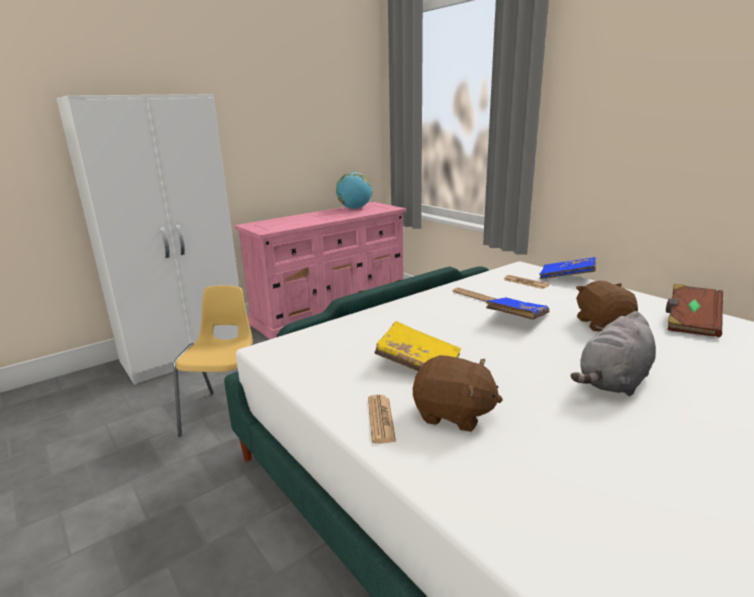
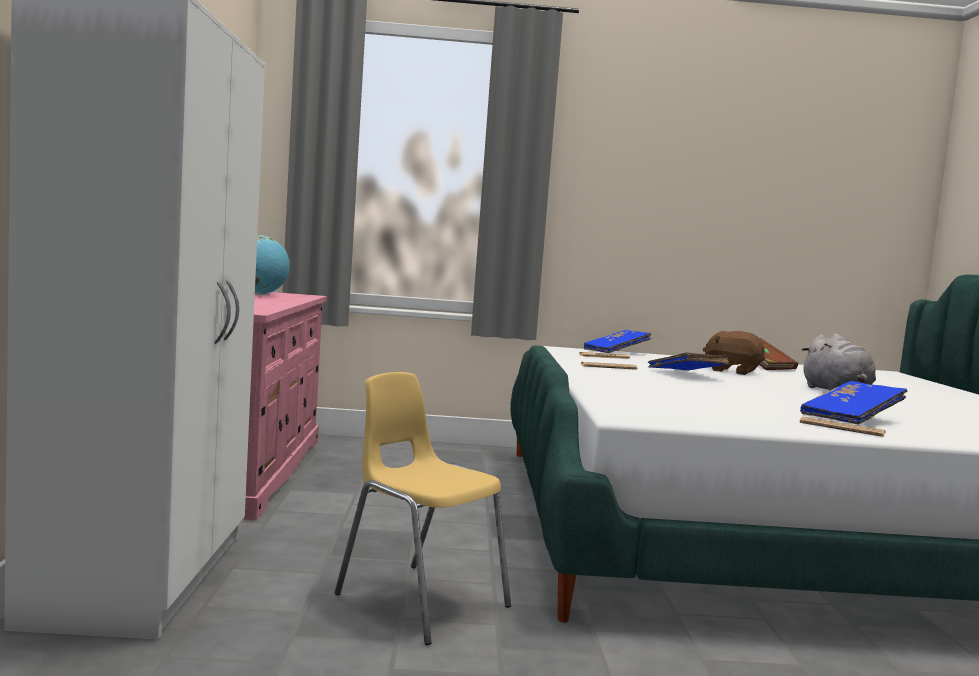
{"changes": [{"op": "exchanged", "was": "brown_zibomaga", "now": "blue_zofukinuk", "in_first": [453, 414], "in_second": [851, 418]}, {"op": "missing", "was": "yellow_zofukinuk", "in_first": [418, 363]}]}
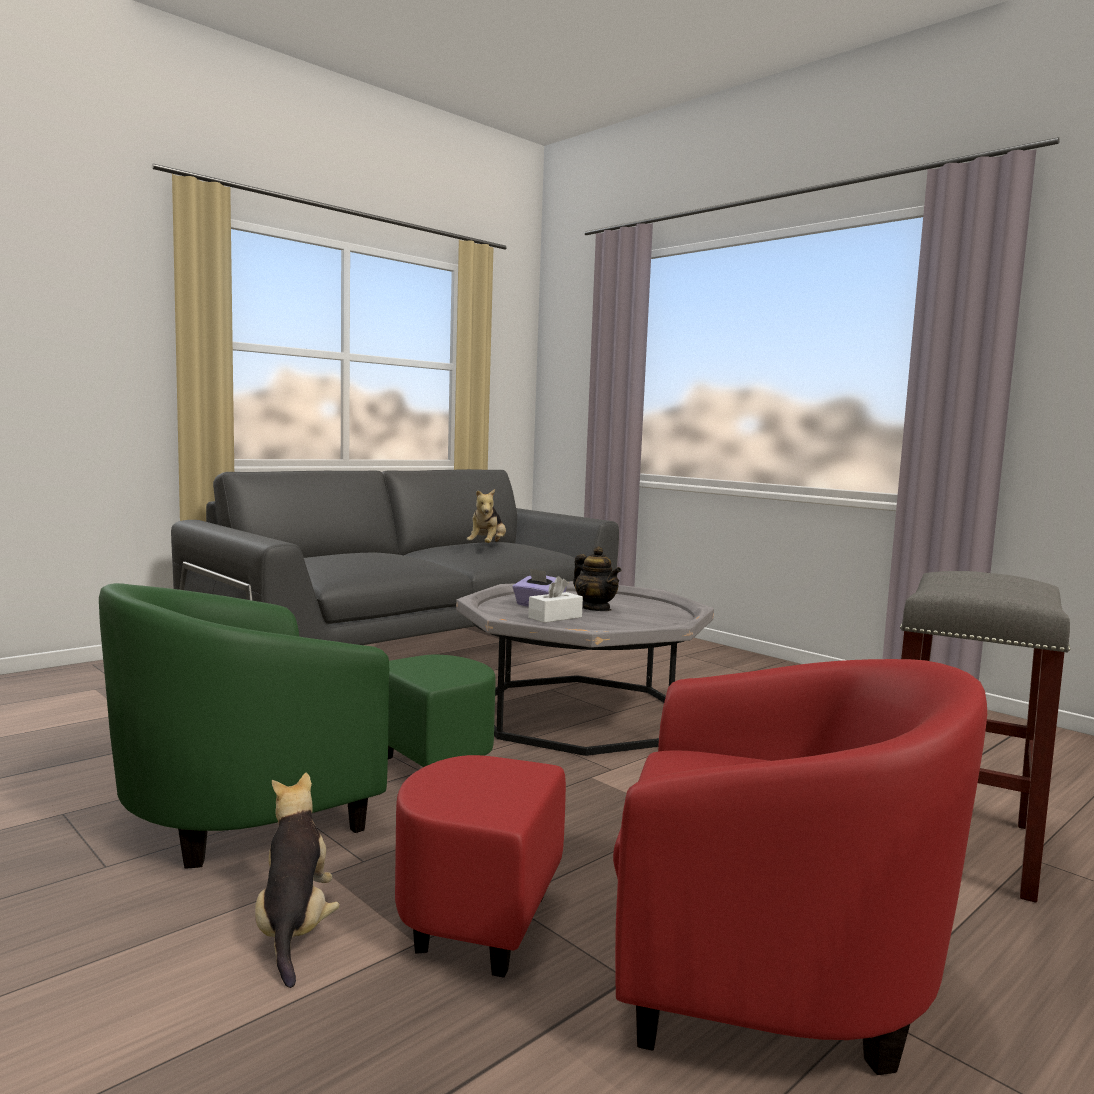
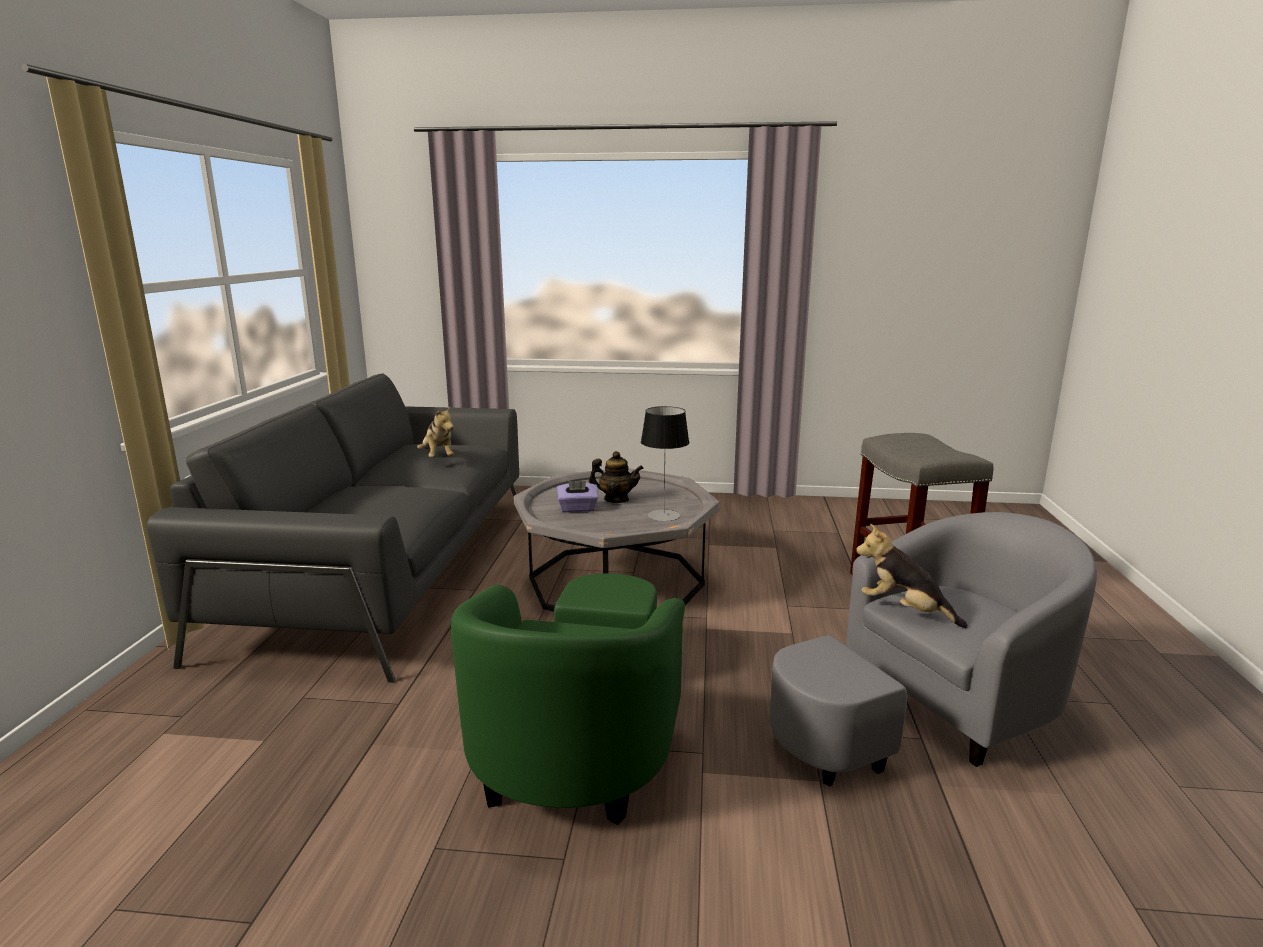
{"changes": [{"op": "appeared", "now": "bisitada", "in_second": [664, 515]}, {"op": "colour", "was": "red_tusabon", "now": "grey_tusabon", "in_first": [693, 965], "in_second": [929, 715]}, {"op": "relocated", "was": "zibomaga", "in_first": [294, 927], "in_second": [904, 611]}, {"op": "missing", "was": "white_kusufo", "in_first": [555, 617]}]}
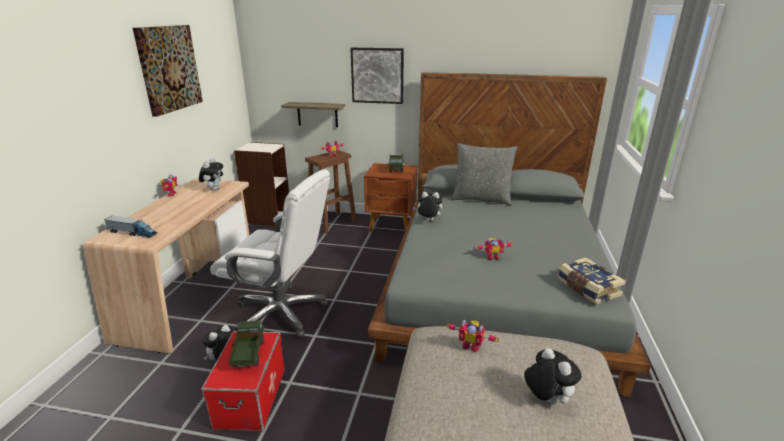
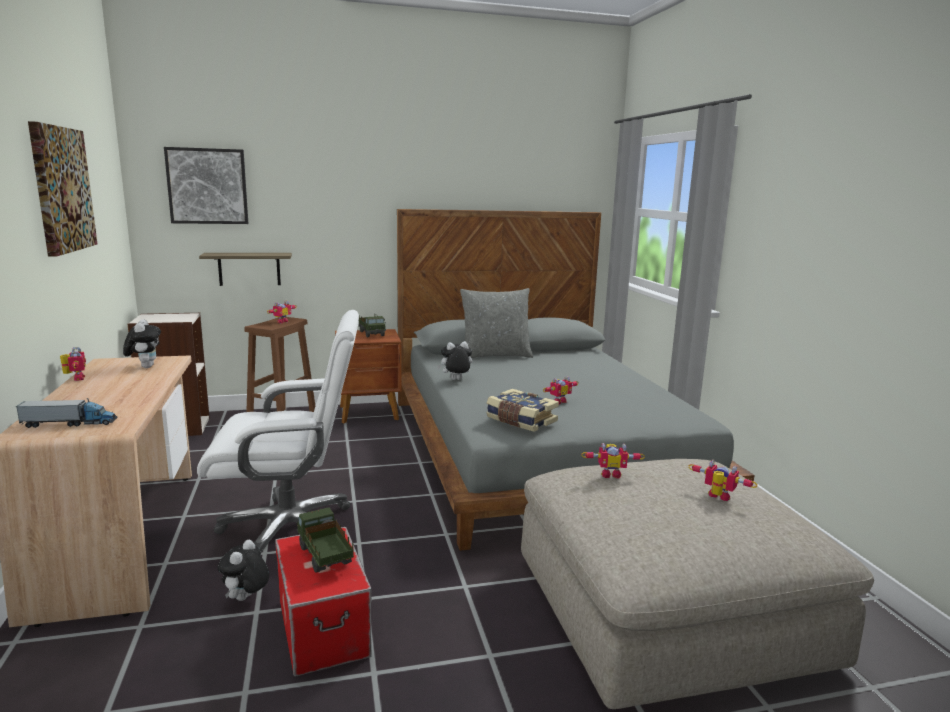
{"changes": [{"op": "relocated", "was": "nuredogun", "in_first": [377, 75], "in_second": [207, 186]}, {"op": "relocated", "was": "zofukinuk", "in_first": [587, 288], "in_second": [520, 421]}, {"op": "exchanged", "was": "zibomaga", "now": "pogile", "in_first": [546, 399], "in_second": [717, 498]}]}
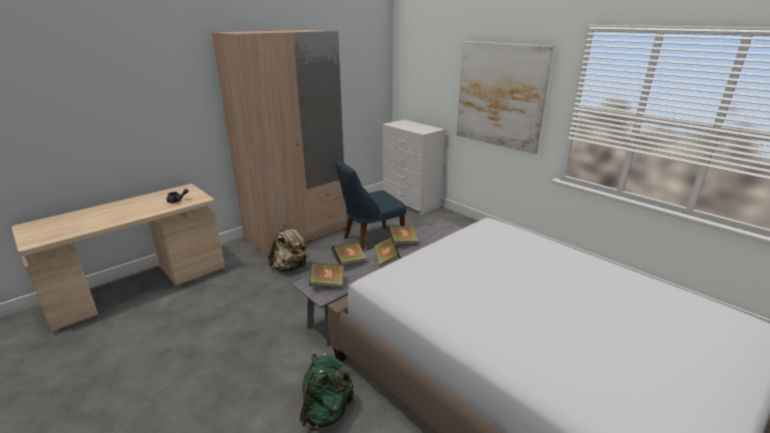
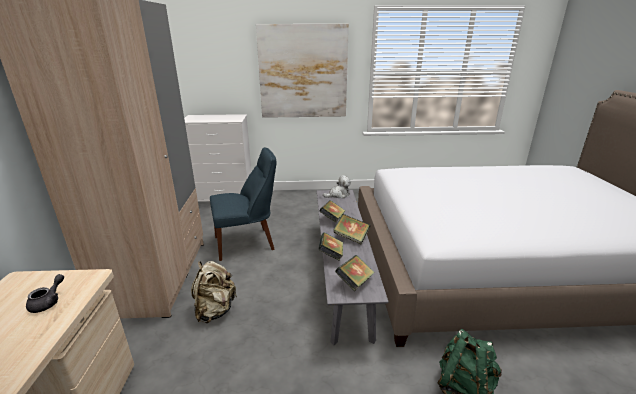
{"changes": [{"op": "spun", "was": "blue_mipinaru", "in_first": [371, 241], "in_second": [247, 243], "clockwise": -120}, {"op": "appeared", "now": "zibomaga", "in_second": [338, 195]}]}
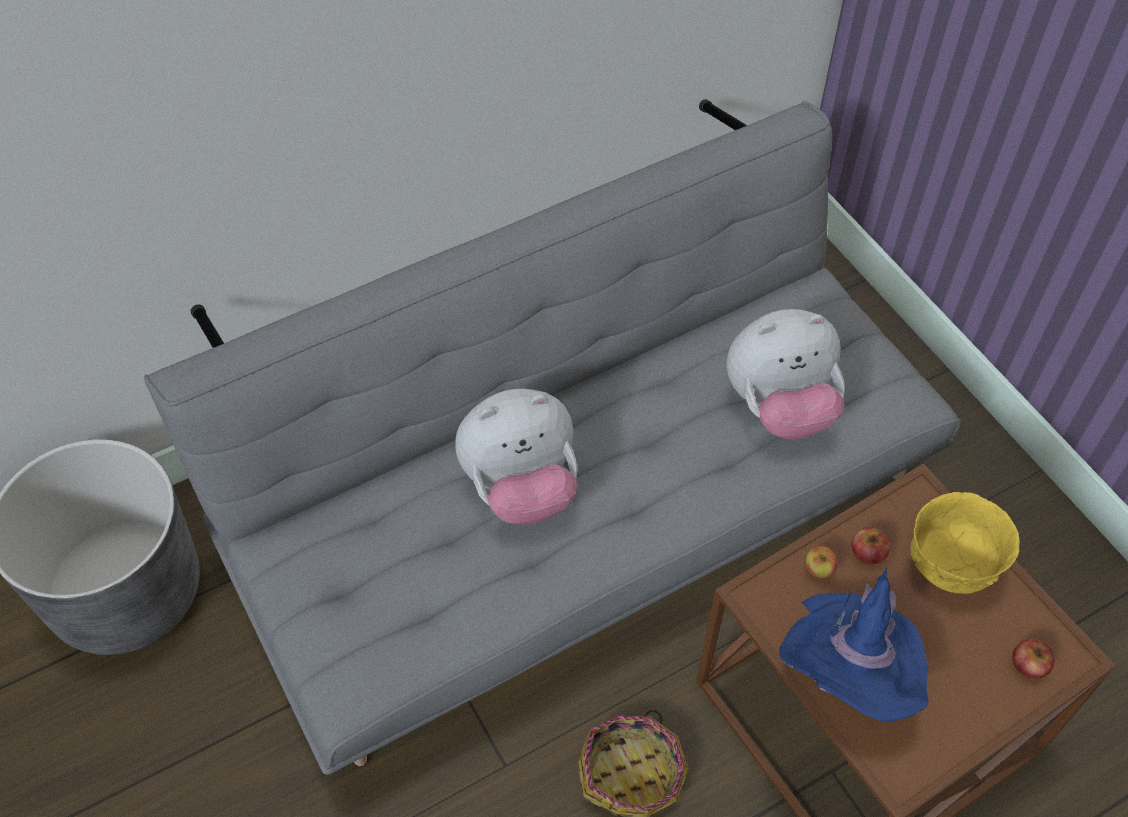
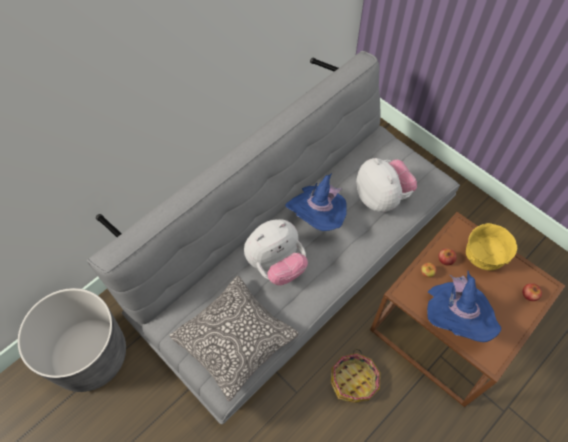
{"changes": [{"op": "appeared", "now": "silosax", "in_second": [235, 339]}, {"op": "appeared", "now": "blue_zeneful", "in_second": [318, 217]}, {"op": "spun", "was": "zibomaga", "in_first": [780, 407], "in_second": [382, 197], "clockwise": -90}]}
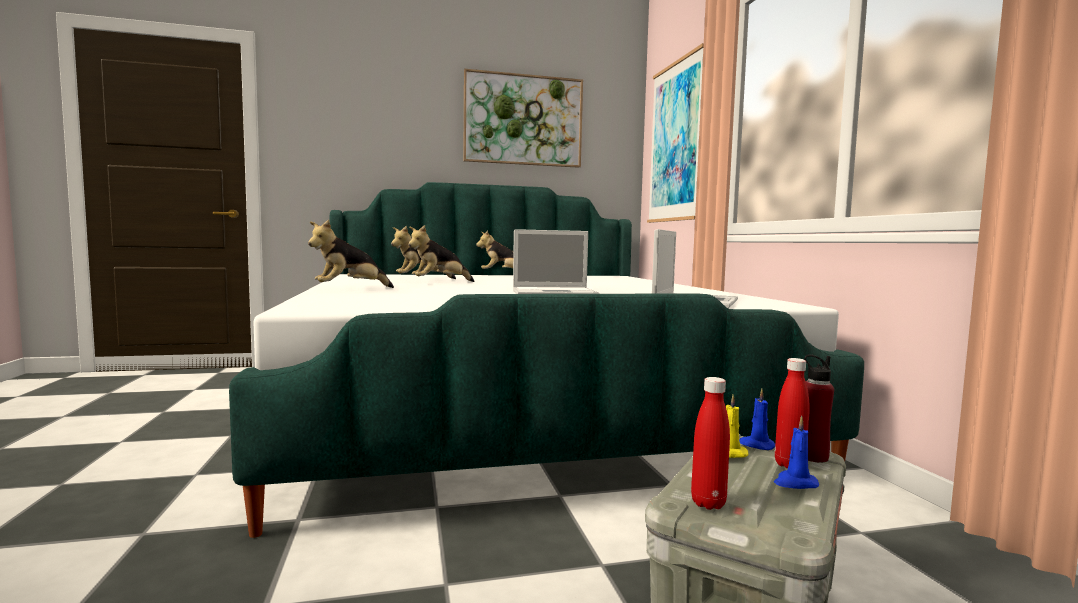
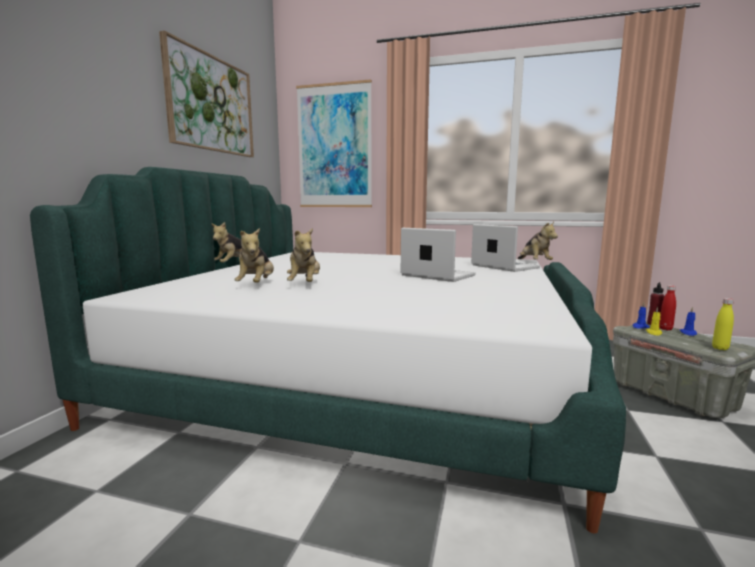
{"changes": [{"op": "spun", "was": "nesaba", "in_first": [555, 293], "in_second": [436, 275], "clockwise": -75}, {"op": "relocated", "was": "zibomaga", "in_first": [350, 289], "in_second": [534, 263]}, {"op": "colour", "was": "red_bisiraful", "now": "yellow_bisiraful", "in_first": [708, 503], "in_second": [720, 348]}]}
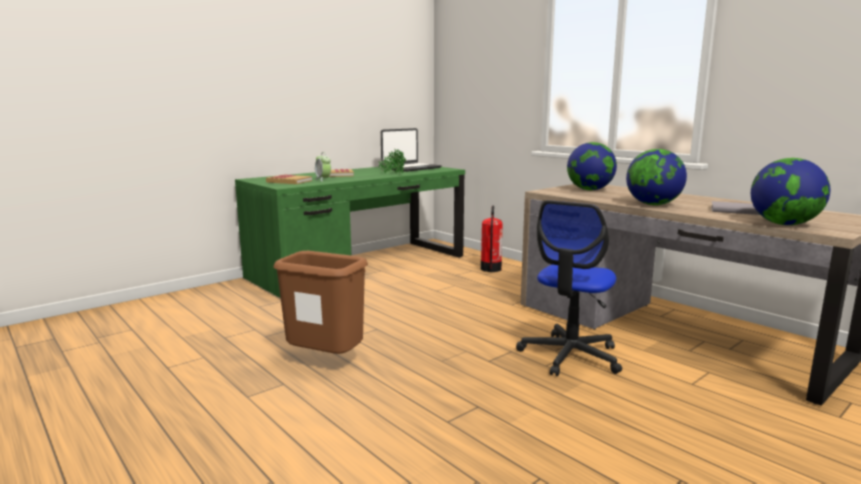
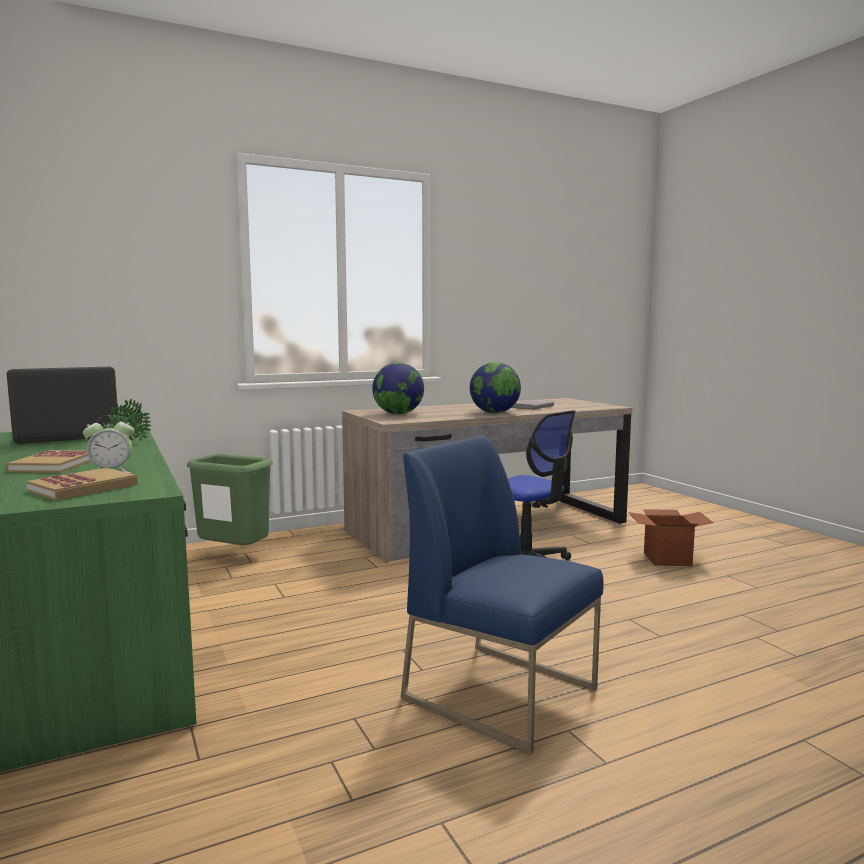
{"changes": [{"op": "spun", "was": "nesaba", "in_first": [411, 168], "in_second": [67, 436], "clockwise": -90}, {"op": "exchanged", "was": "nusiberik", "now": "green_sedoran", "in_first": [490, 269], "in_second": [233, 556]}, {"op": "exchanged", "was": "brown_sedoran", "now": "blue_mipinaru", "in_first": [326, 361], "in_second": [502, 693]}, {"op": "appeared", "now": "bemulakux", "in_second": [667, 559]}, {"op": "missing", "was": "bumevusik", "in_first": [784, 224]}]}
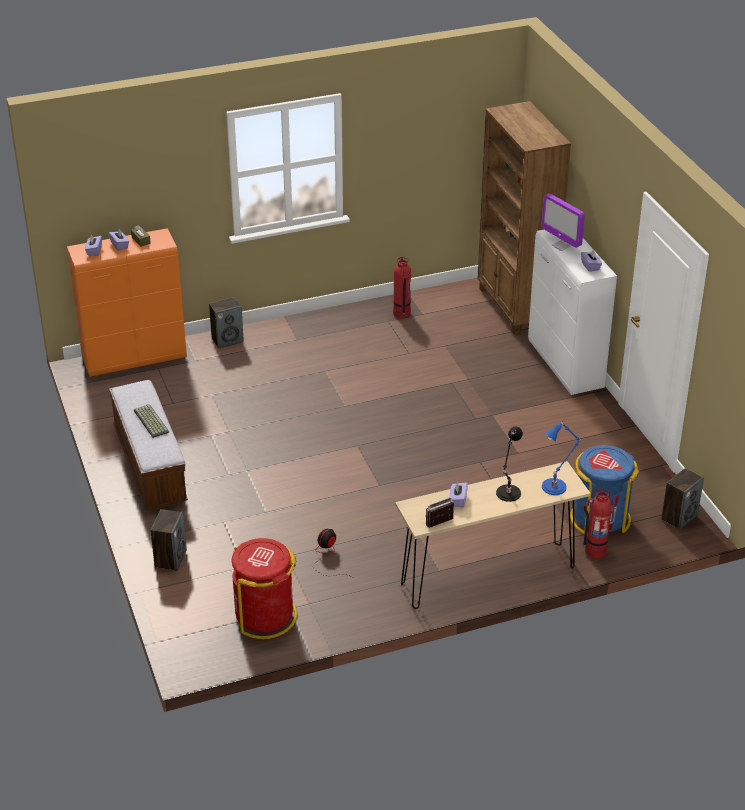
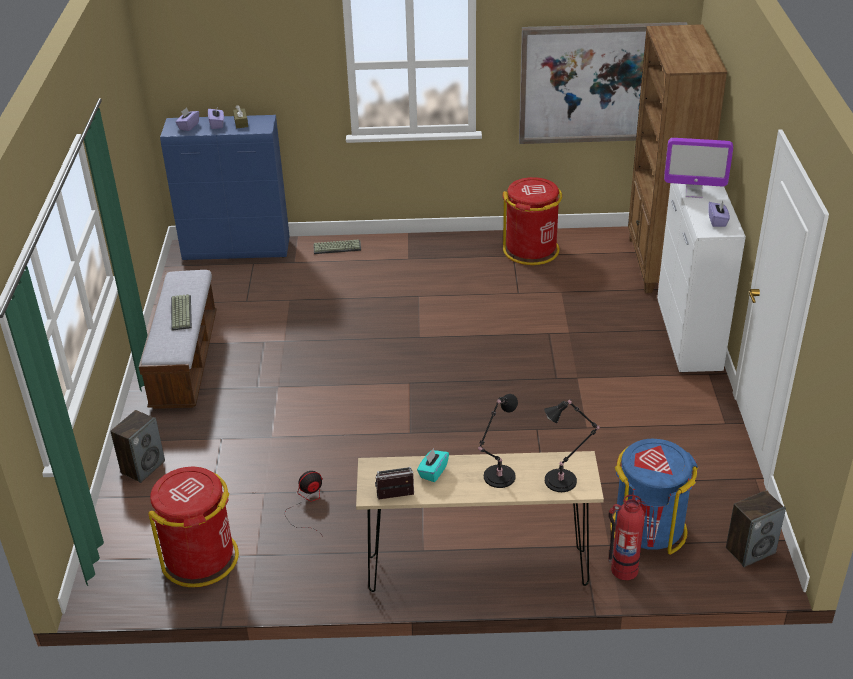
{"changes": [{"op": "colour", "was": "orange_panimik", "now": "blue_panimik", "in_first": [135, 358], "in_second": [237, 250]}, {"op": "exchanged", "was": "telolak", "now": "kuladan", "in_first": [227, 340], "in_second": [337, 247]}, {"op": "colour", "was": "purple_kusufo", "now": "turquoise_kusufo", "in_first": [458, 500], "in_second": [433, 472]}, {"op": "exchanged", "was": "nusiberik", "now": "red_sedoran", "in_first": [401, 313], "in_second": [531, 250]}, {"op": "appeared", "now": "nuredogun", "in_second": [600, 83]}, {"op": "colour", "was": "blue_bisitada", "now": "black_bisitada", "in_first": [556, 486], "in_second": [563, 480]}, {"op": "spun", "was": "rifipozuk", "in_first": [561, 246], "in_second": [693, 193], "clockwise": -60}]}
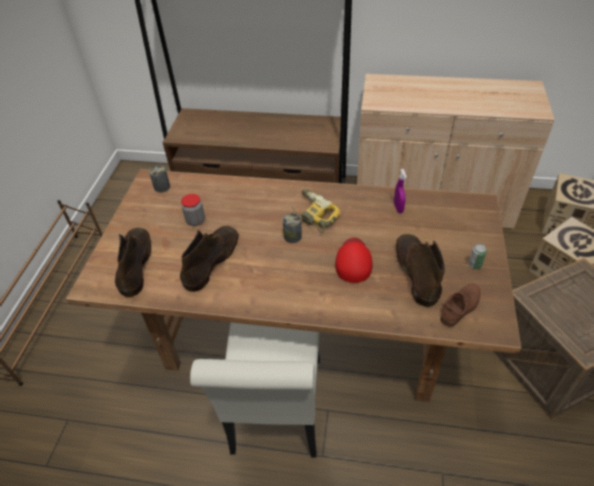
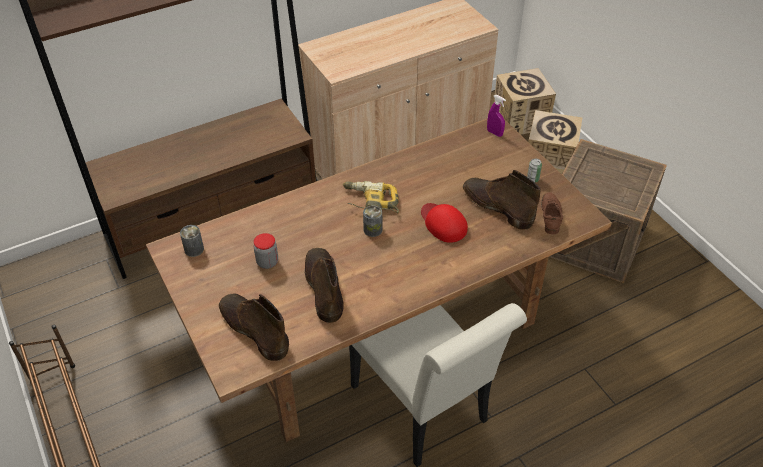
{"changes": [{"op": "relocated", "was": "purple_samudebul", "in_first": [398, 208], "in_second": [494, 133]}]}
